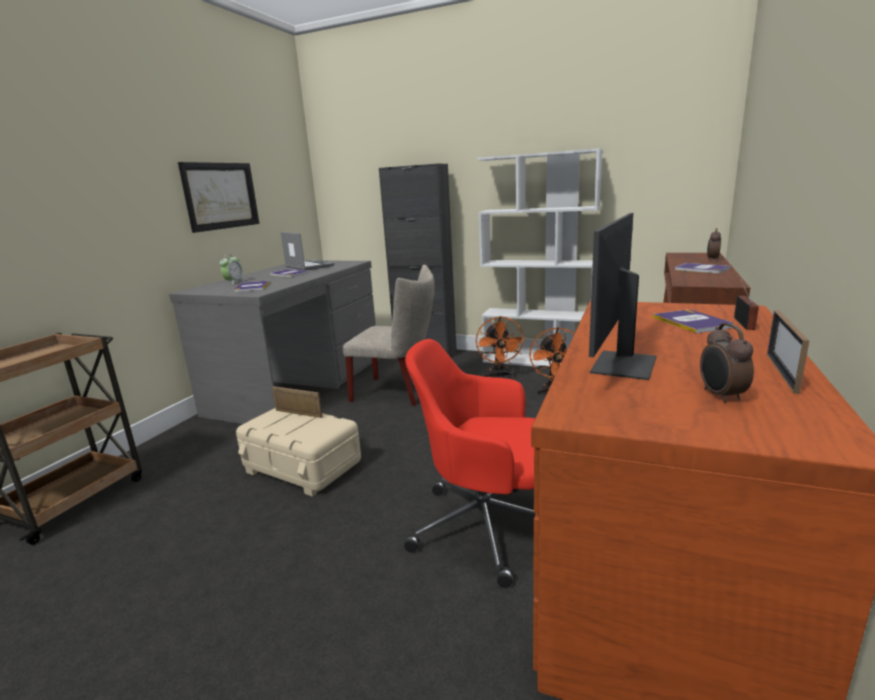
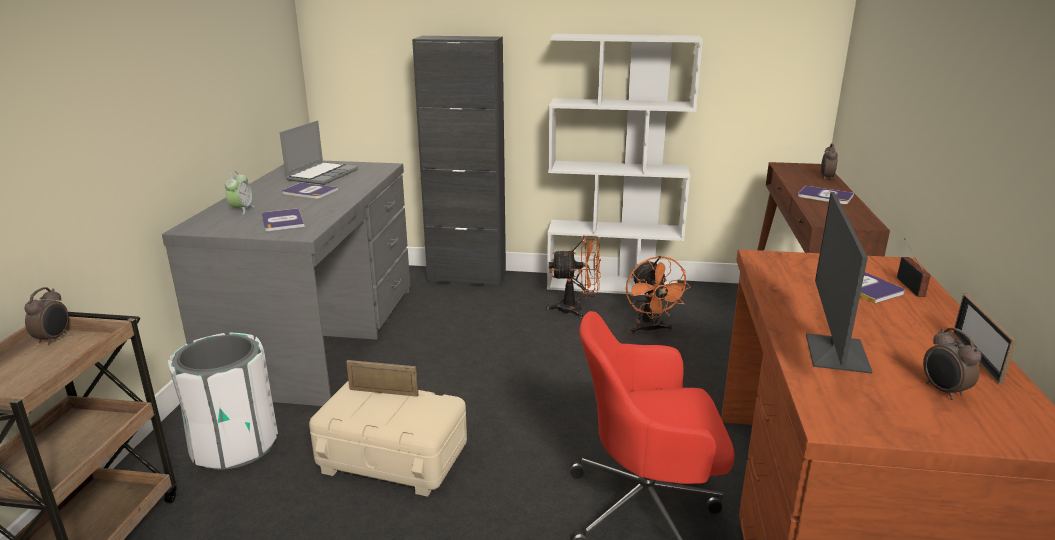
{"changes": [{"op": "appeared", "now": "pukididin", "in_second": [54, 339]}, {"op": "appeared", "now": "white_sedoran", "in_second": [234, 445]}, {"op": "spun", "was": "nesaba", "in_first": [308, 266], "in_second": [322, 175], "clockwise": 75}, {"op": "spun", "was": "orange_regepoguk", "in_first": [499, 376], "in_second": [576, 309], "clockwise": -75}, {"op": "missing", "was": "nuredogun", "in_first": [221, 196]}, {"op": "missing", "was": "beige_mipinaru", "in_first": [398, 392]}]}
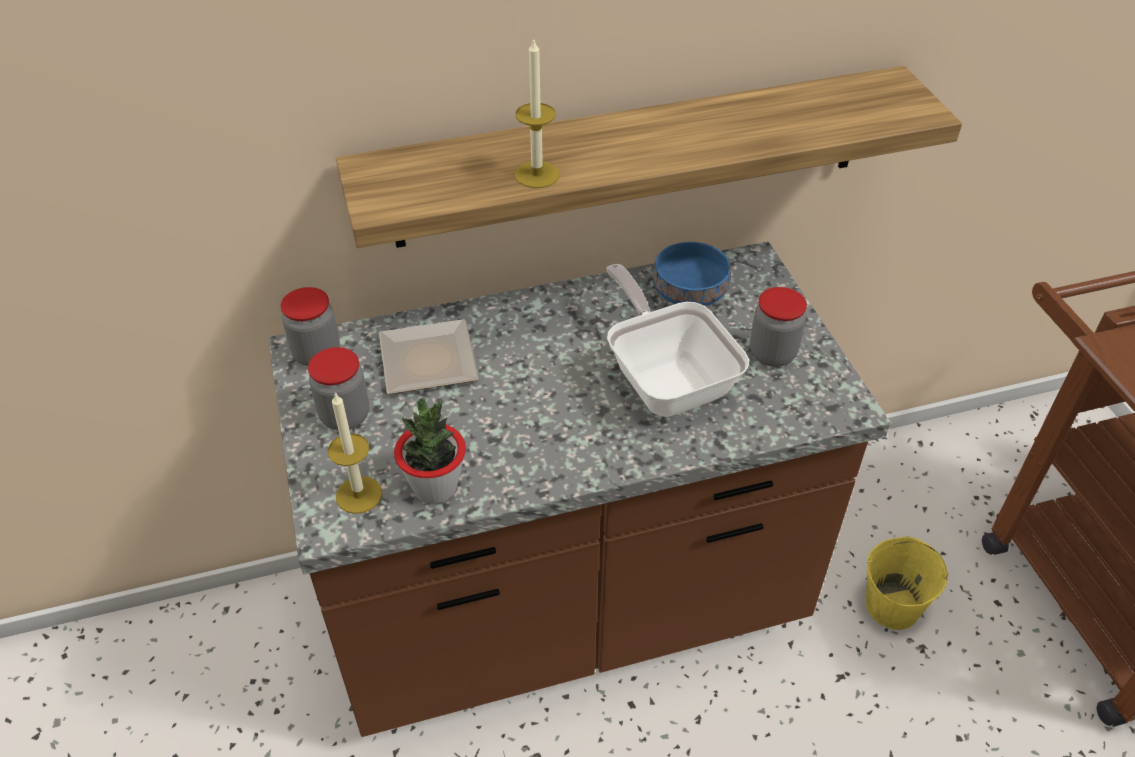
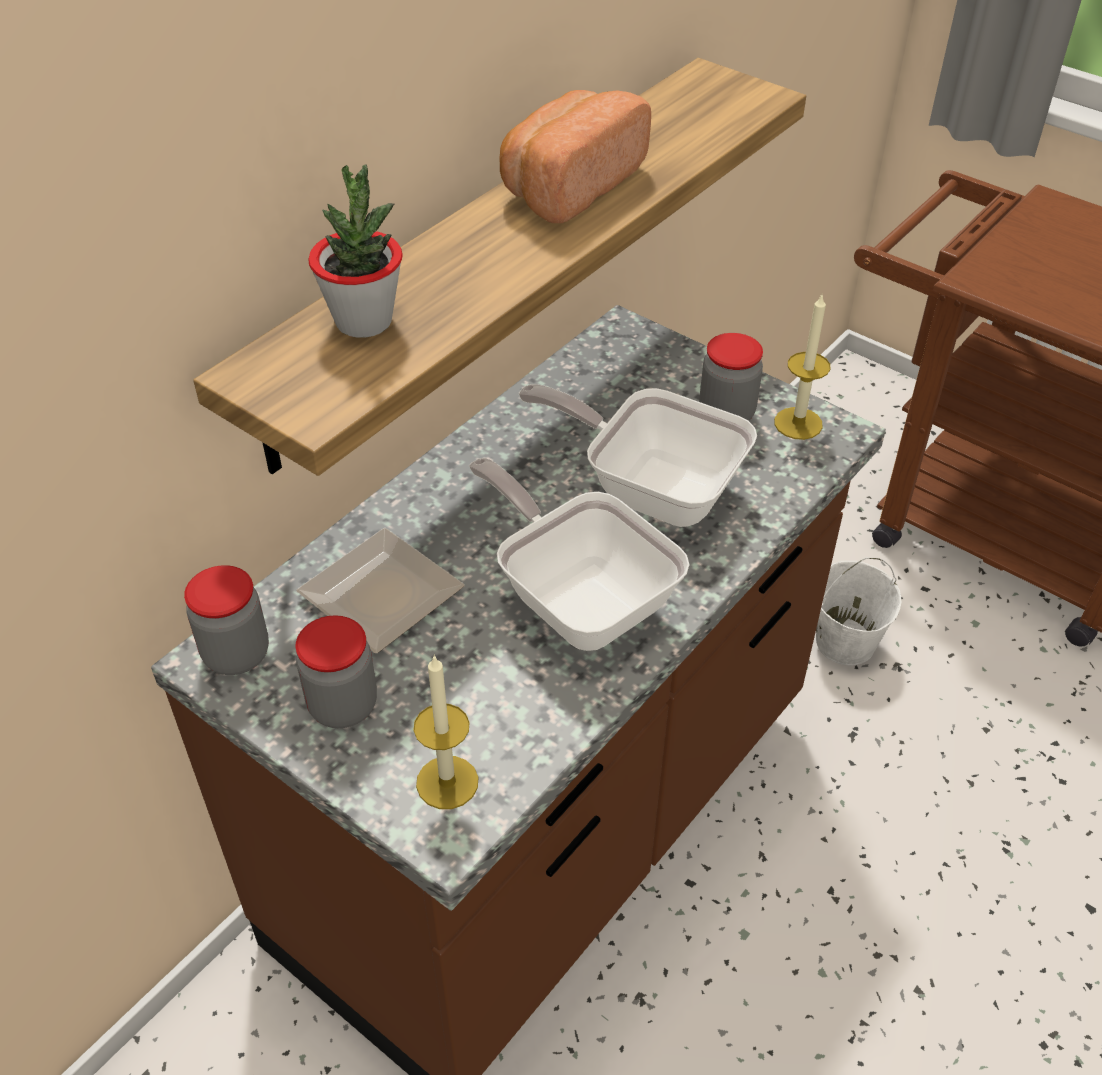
{"changes": [{"op": "relocated", "was": "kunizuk", "in_first": [435, 487], "in_second": [364, 321]}, {"op": "appeared", "now": "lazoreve", "in_second": [578, 597]}, {"op": "appeared", "now": "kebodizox", "in_second": [568, 185]}, {"op": "relocated", "was": "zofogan", "in_first": [537, 174], "in_second": [798, 423]}, {"op": "colour", "was": "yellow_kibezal", "now": "white_kibezal", "in_first": [892, 605], "in_second": [844, 642]}, {"op": "missing", "was": "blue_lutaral", "in_first": [688, 291]}]}
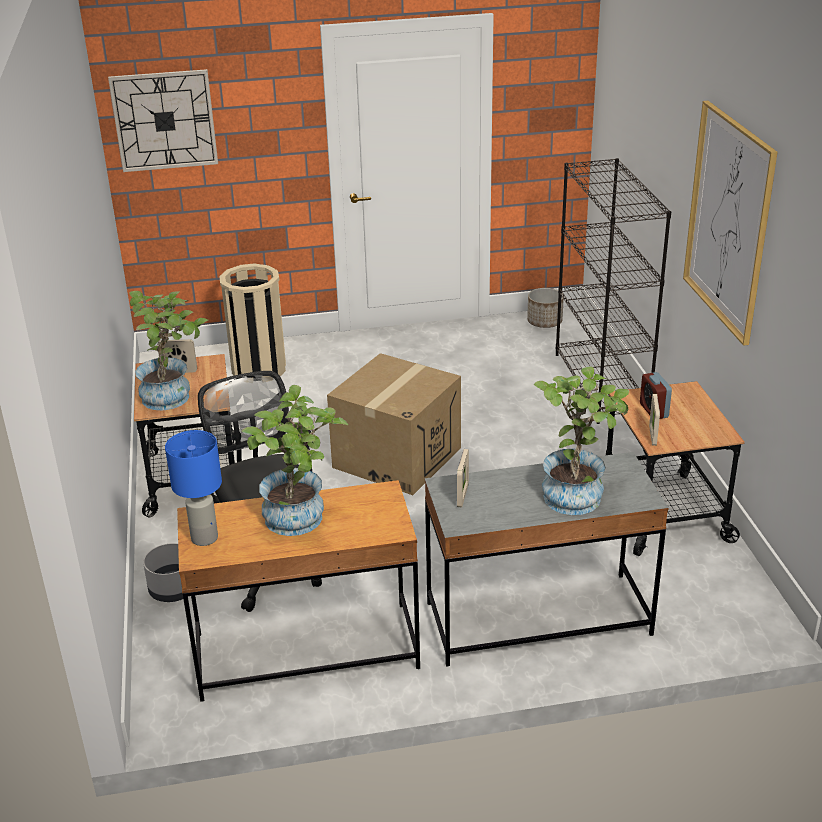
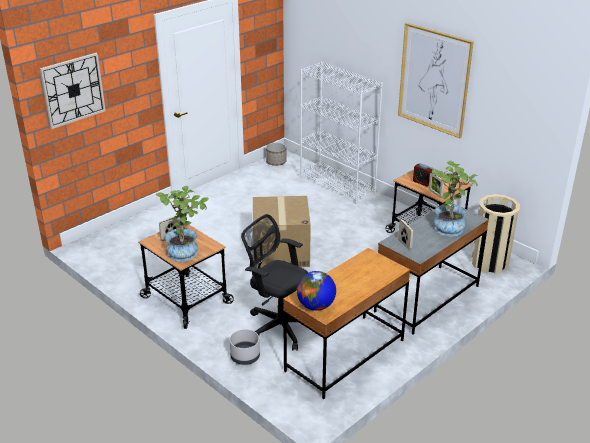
{"changes": [{"op": "exchanged", "was": "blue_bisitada", "now": "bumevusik", "in_first": [204, 538], "in_second": [316, 306]}, {"op": "colour", "was": "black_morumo", "now": "white_morumo", "in_first": [601, 385], "in_second": [337, 185]}, {"op": "relocated", "was": "beige_sedoran", "in_first": [258, 369], "in_second": [489, 263]}, {"op": "missing", "was": "kunizuk", "in_first": [300, 521]}]}
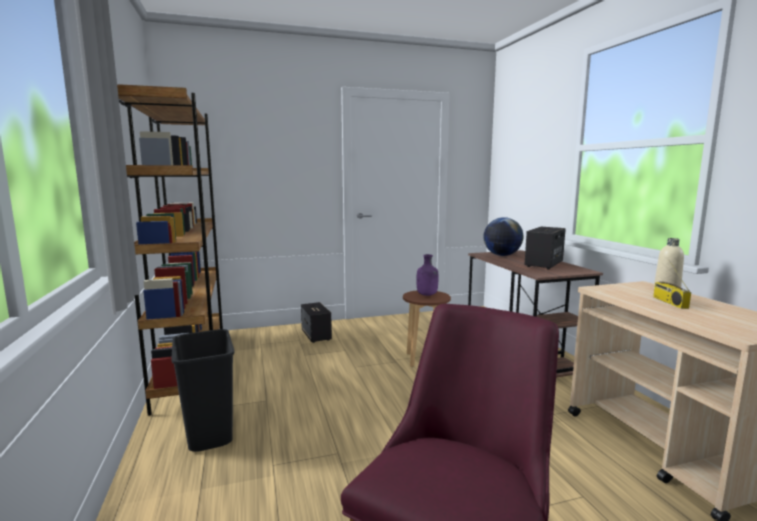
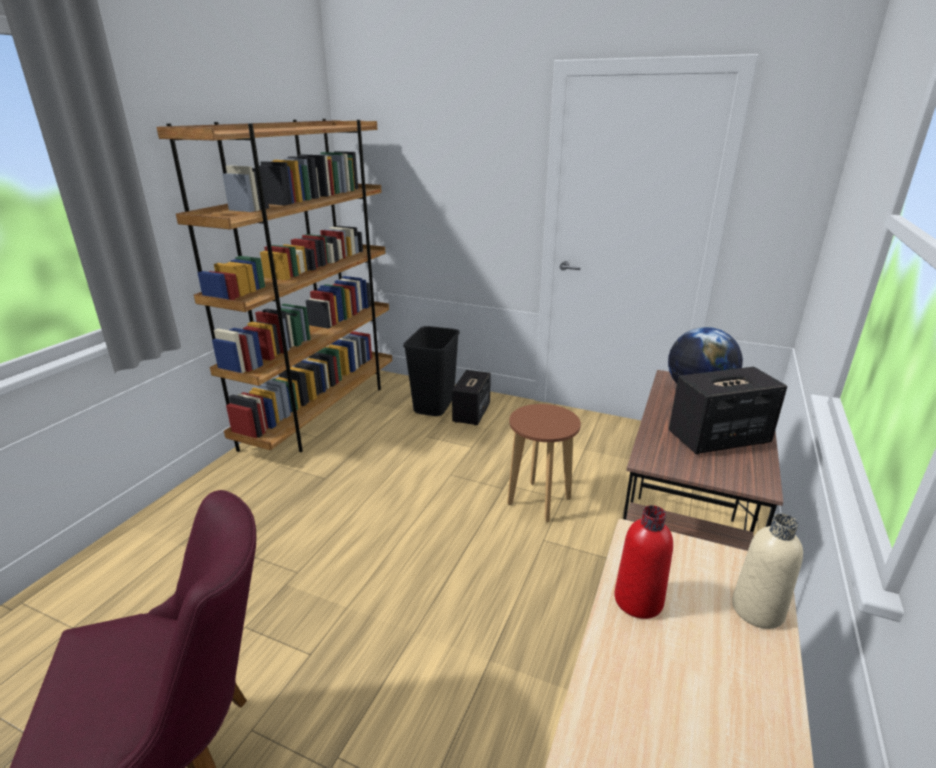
{"changes": [{"op": "relocated", "was": "black_sedoran", "in_first": [210, 434], "in_second": [434, 406]}, {"op": "appeared", "now": "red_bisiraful", "in_second": [638, 600]}, {"op": "missing", "was": "purple_bisiraful", "in_first": [427, 295]}, {"op": "missing", "was": "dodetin", "in_first": [669, 302]}]}
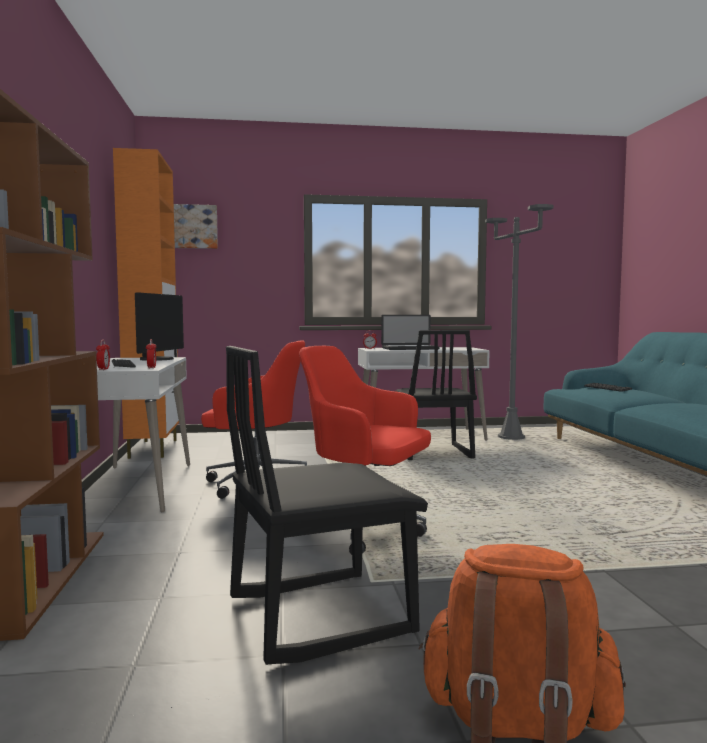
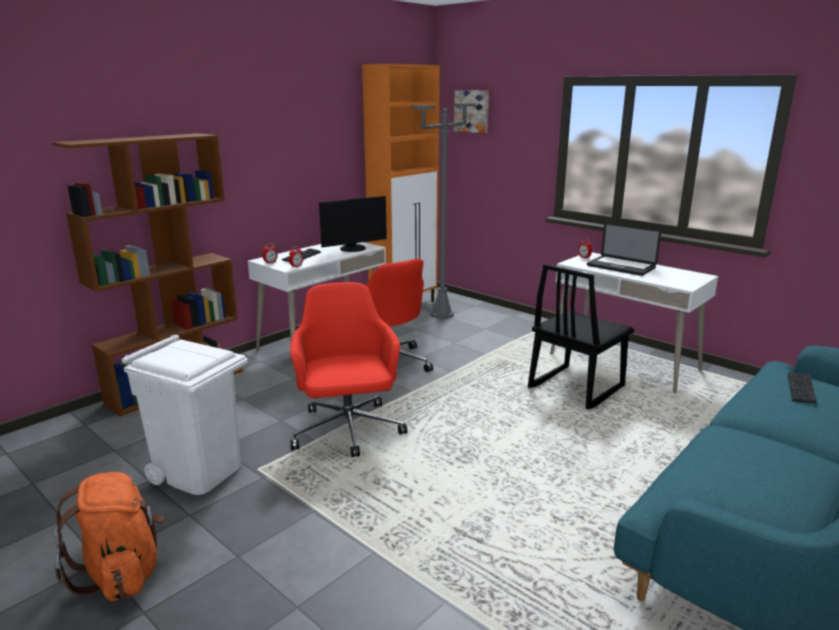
{"changes": [{"op": "exchanged", "was": "black_mipinaru", "now": "white_sedoran", "in_first": [319, 614], "in_second": [200, 471]}, {"op": "relocated", "was": "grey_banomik", "in_first": [511, 437], "in_second": [442, 314]}]}
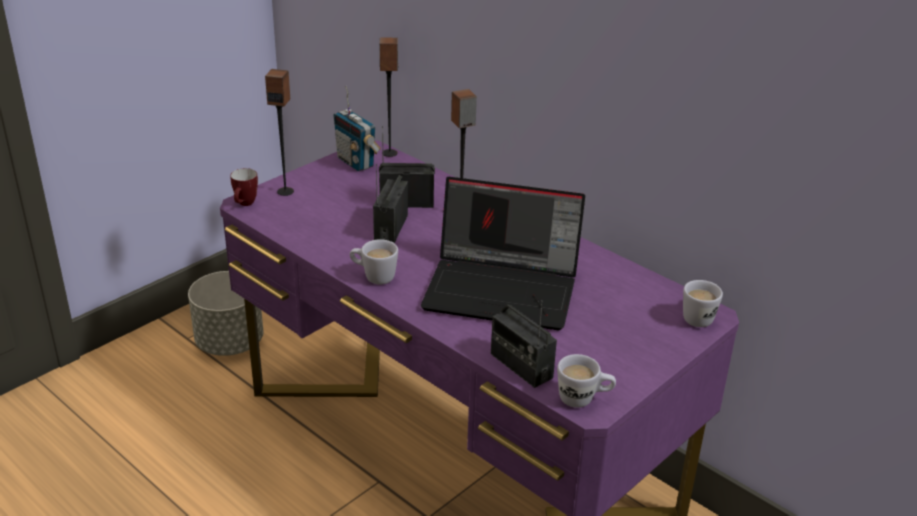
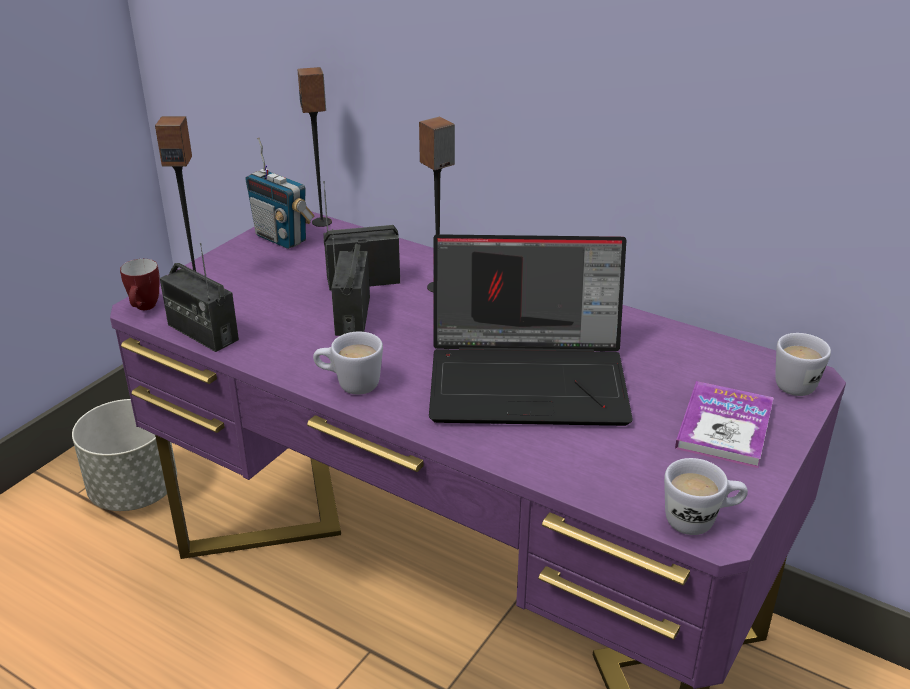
{"changes": [{"op": "relocated", "was": "dodetin", "in_first": [521, 366], "in_second": [202, 332]}, {"op": "appeared", "now": "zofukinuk", "in_second": [724, 426]}]}
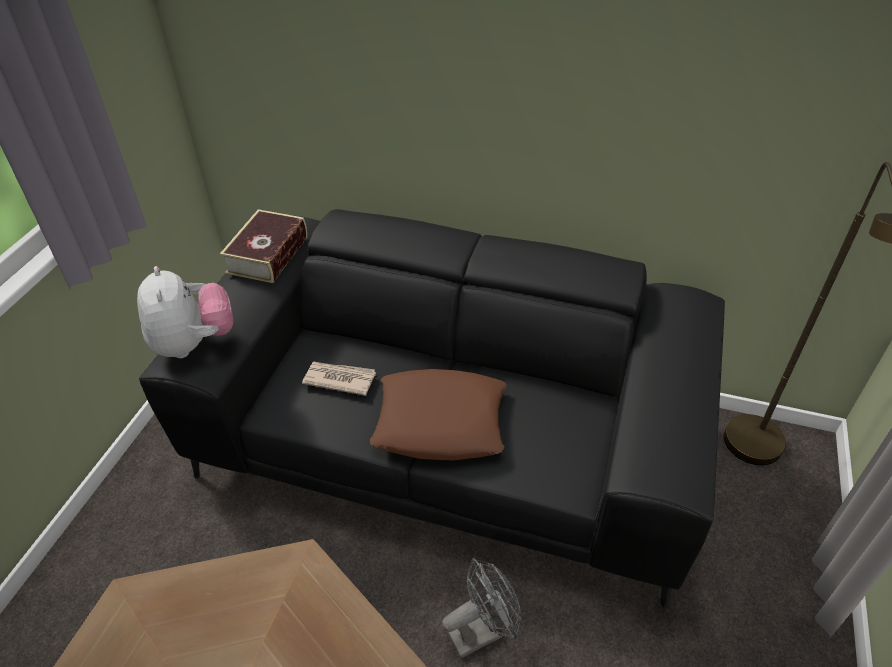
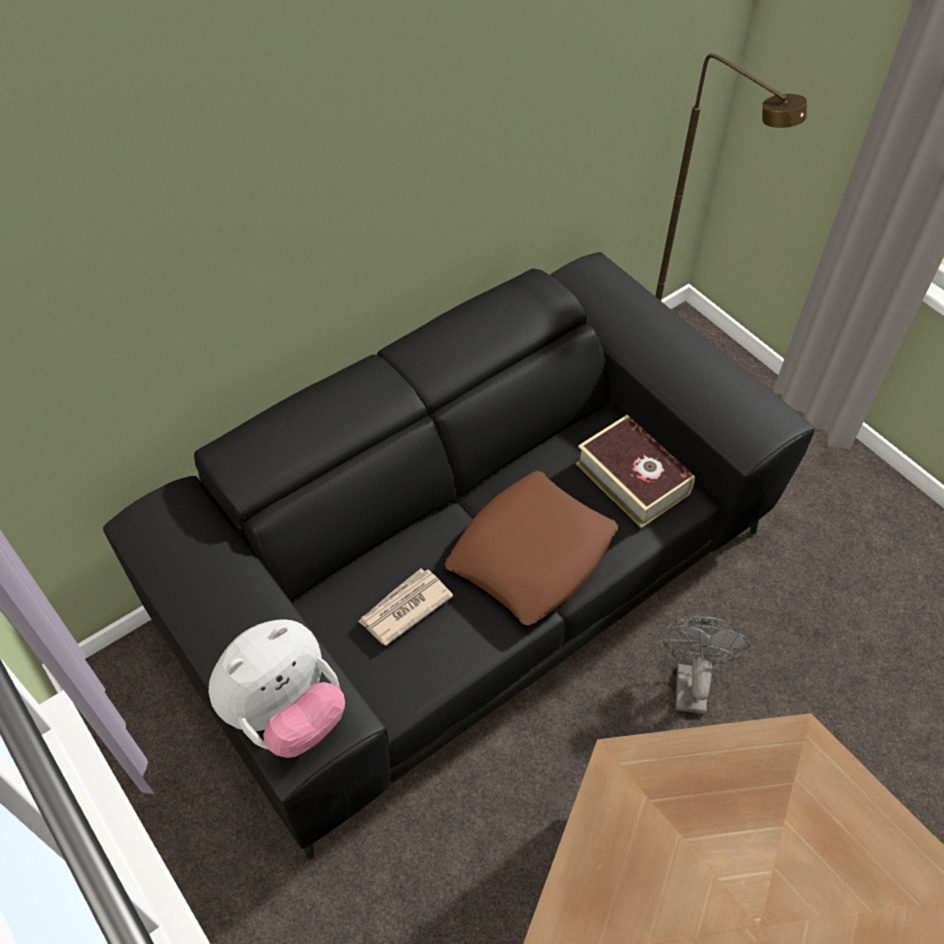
{"changes": [{"op": "spun", "was": "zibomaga", "in_first": [194, 344], "in_second": [286, 712], "clockwise": 120}, {"op": "relocated", "was": "zofukinuk", "in_first": [268, 255], "in_second": [632, 478]}]}
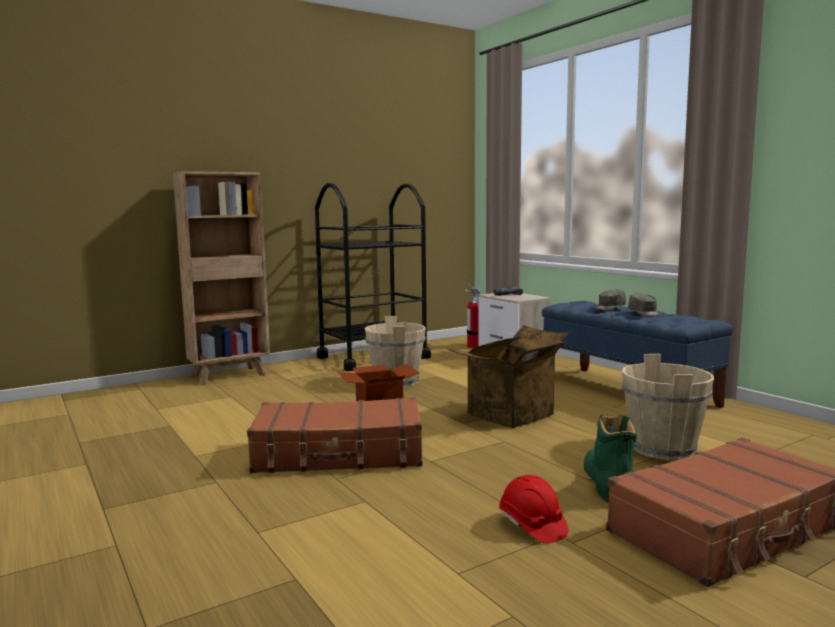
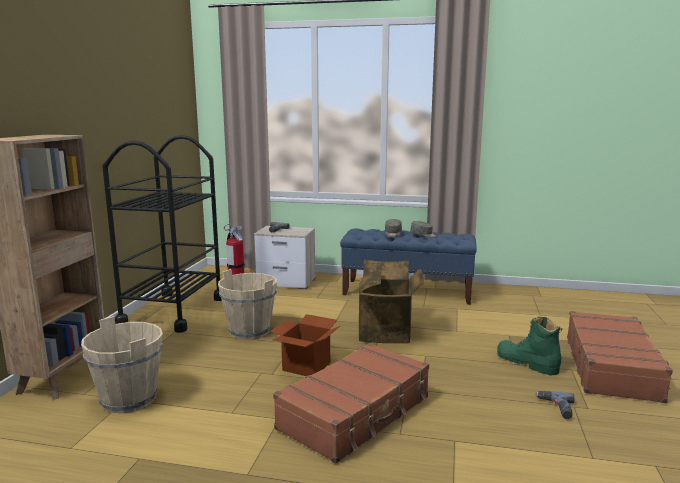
{"changes": [{"op": "relocated", "was": "beige_kibezal", "in_first": [663, 448], "in_second": [129, 399]}, {"op": "exchanged", "was": "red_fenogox", "now": "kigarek", "in_first": [532, 526], "in_second": [555, 408]}]}
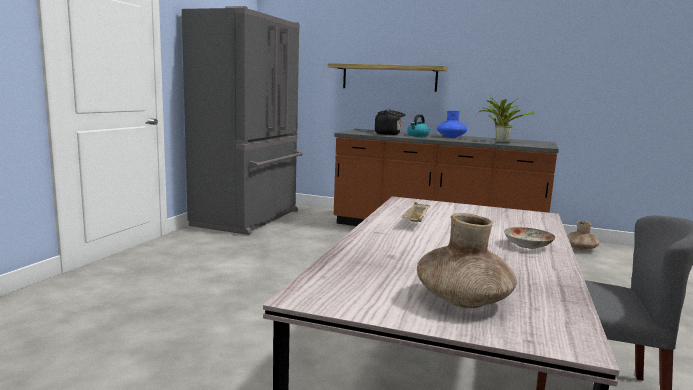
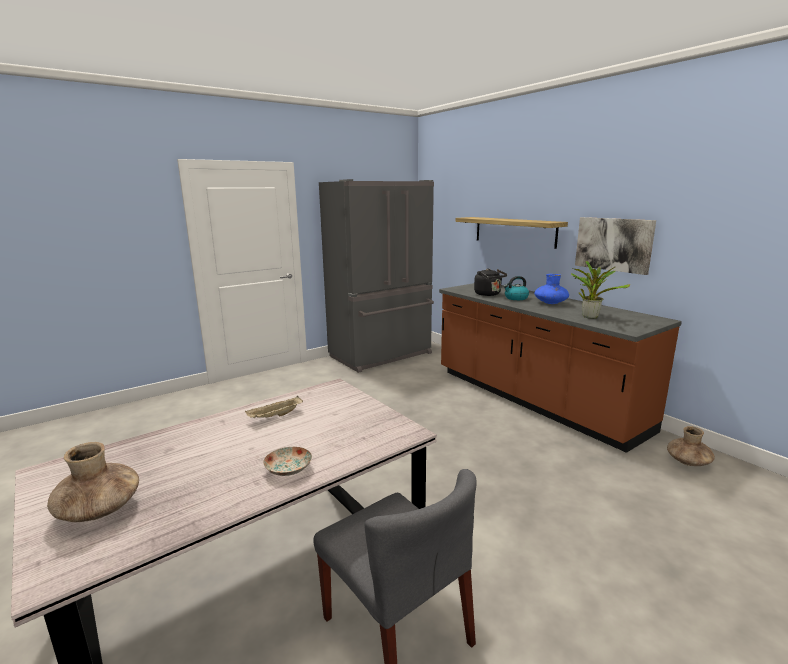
{"changes": [{"op": "appeared", "now": "nuredogun", "in_second": [613, 244]}]}
